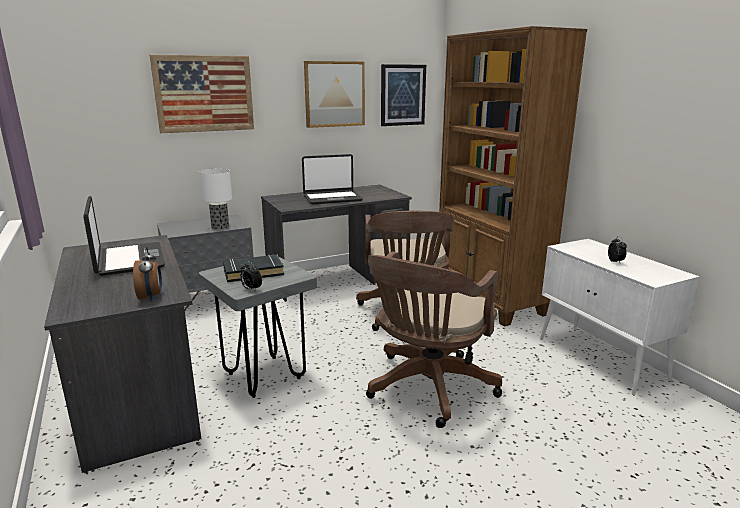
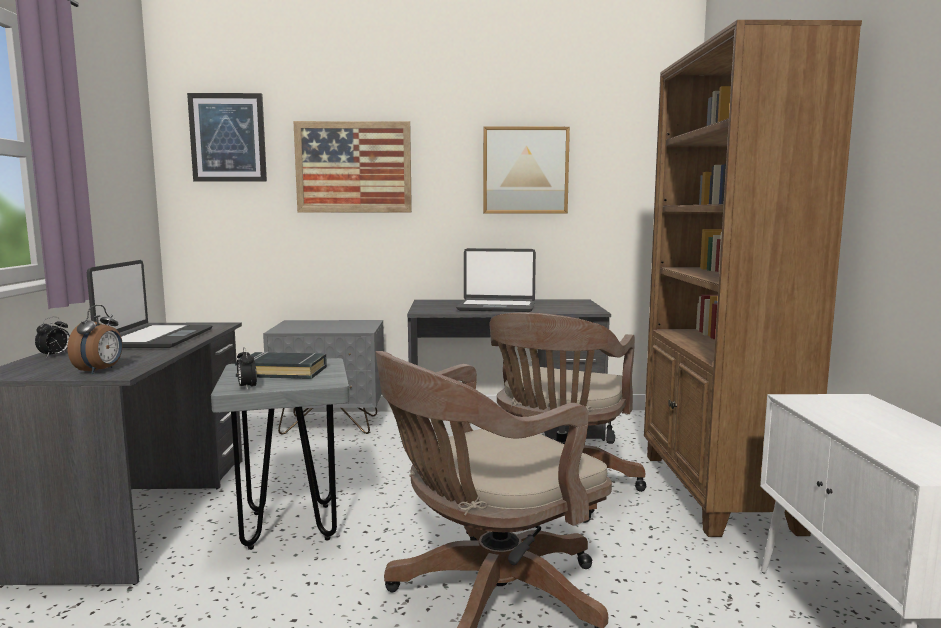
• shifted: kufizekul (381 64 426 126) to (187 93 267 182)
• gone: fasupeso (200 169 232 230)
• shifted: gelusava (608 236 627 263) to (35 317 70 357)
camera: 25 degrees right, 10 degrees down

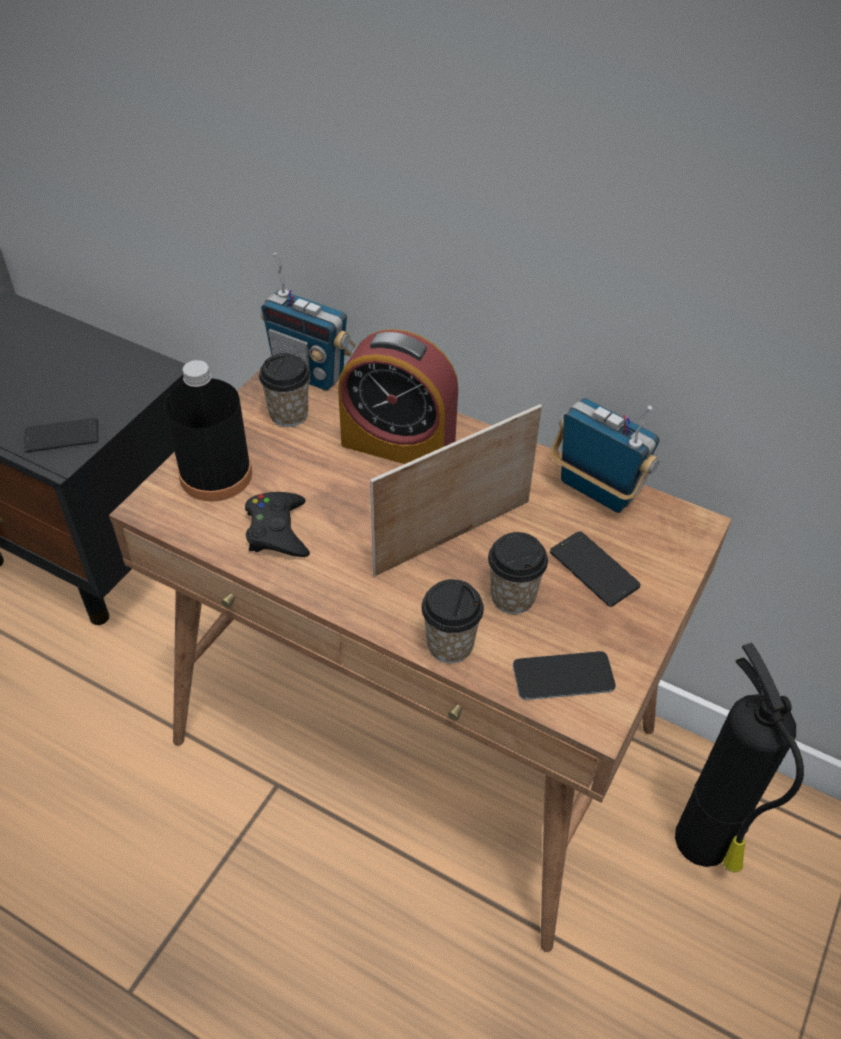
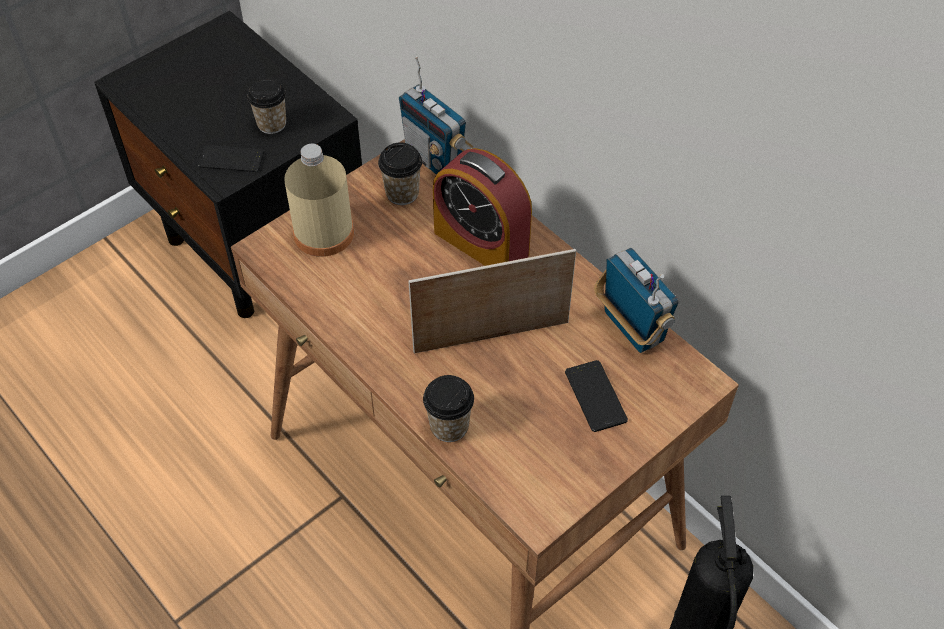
• repainted: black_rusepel (165 360 252 502) to beige_rusepel (284 144 354 257)
• gone: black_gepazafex (245 492 310 557)
• shifted: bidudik (488 532 548 614) to (247 78 286 134)
• gone: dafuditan (513 651 616 700)
camera: 20 degrees right, 5 degrees up

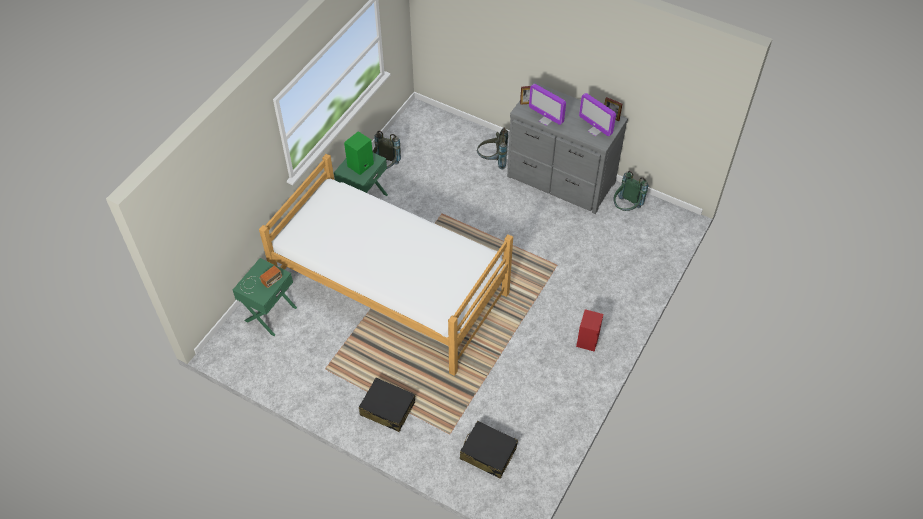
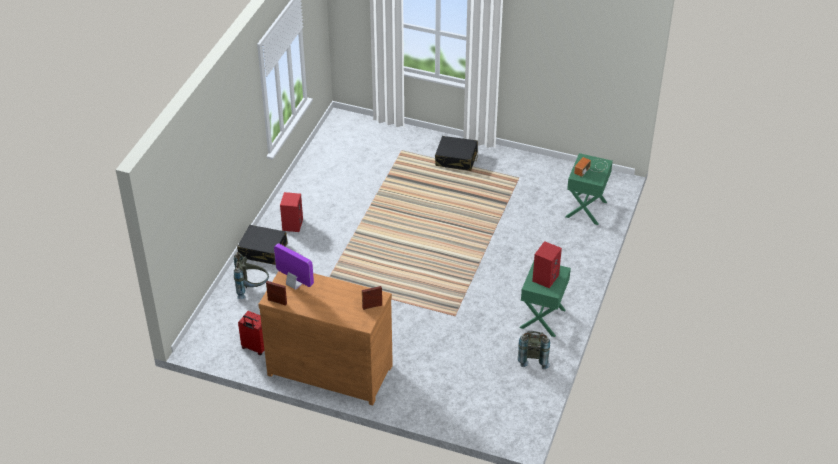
• repainted: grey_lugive (507 82 628 214) to brown_lugive (258 271 393 405)
• gone: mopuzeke (529 84 566 126)
• shifted: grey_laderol (477 128 508 170) to (234 252 269 299)
• repainted: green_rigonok (344 131 374 175) to red_rigonok (532 241 562 288)
• gone: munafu (259 154 513 376)
• swapped: green_laderol (613 171 648 211) to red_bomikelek (238 311 264 355)
• shifted: black_bomikelek (460 421 518 479) to (237 225 288 265)
camera: 170 degrees right, 10 degrees down

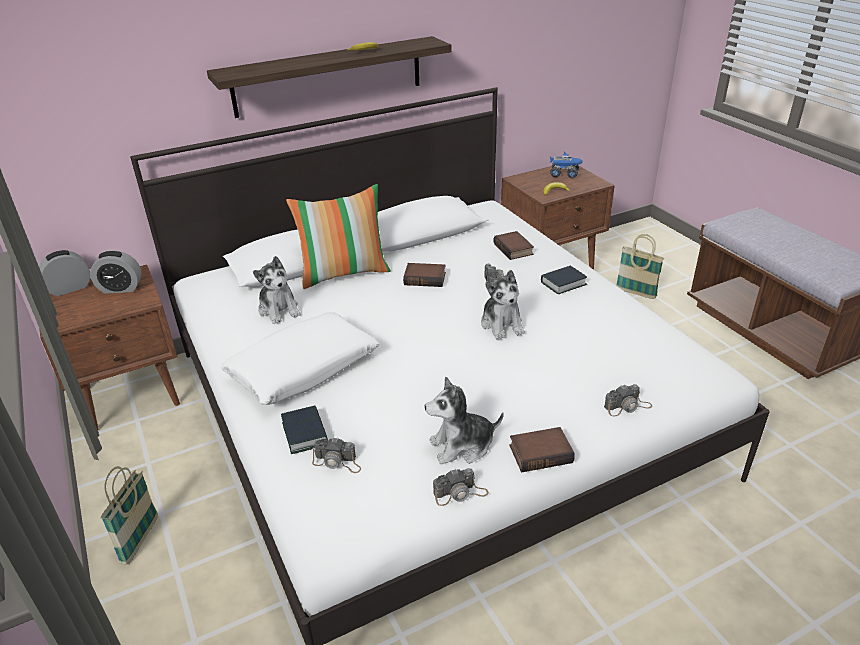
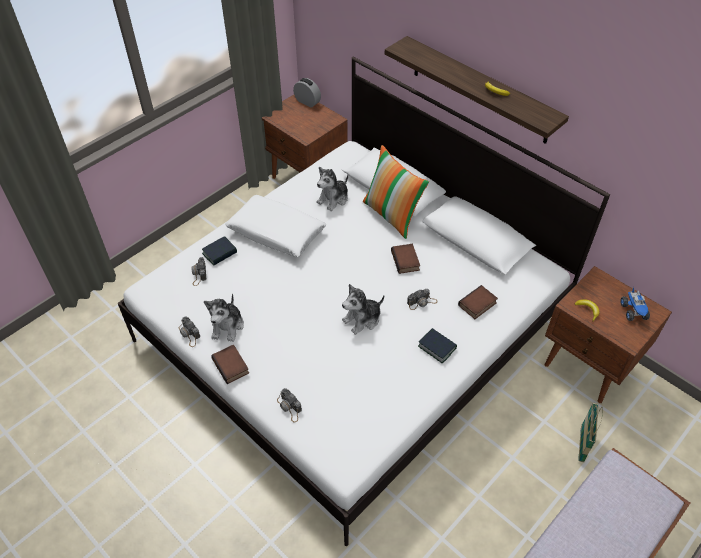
• gone: gelusava (90 251 142 294)
• rotated: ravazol (425 376 504 464) = (204 294 244 342) 135 degrees counterclockwise
• gone: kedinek (101 466 158 565)
camera: 70 degrees right, 15 degrees up

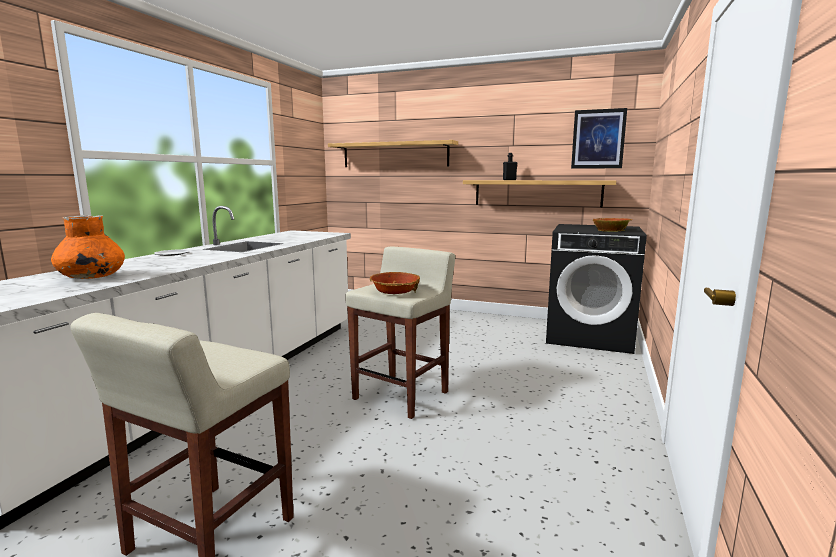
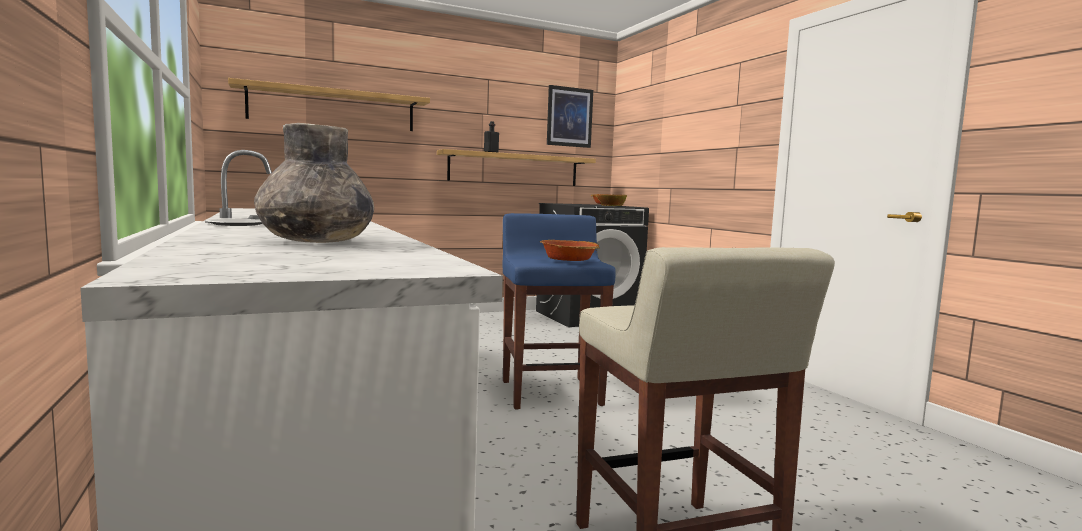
• repainted: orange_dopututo (51 215 125 279) to grey_dopututo (254 123 374 243)
• repainted: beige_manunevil (345 246 455 419) to blue_manunevil (502 213 616 410)
camera: 45 degrees left, 5 degrees down

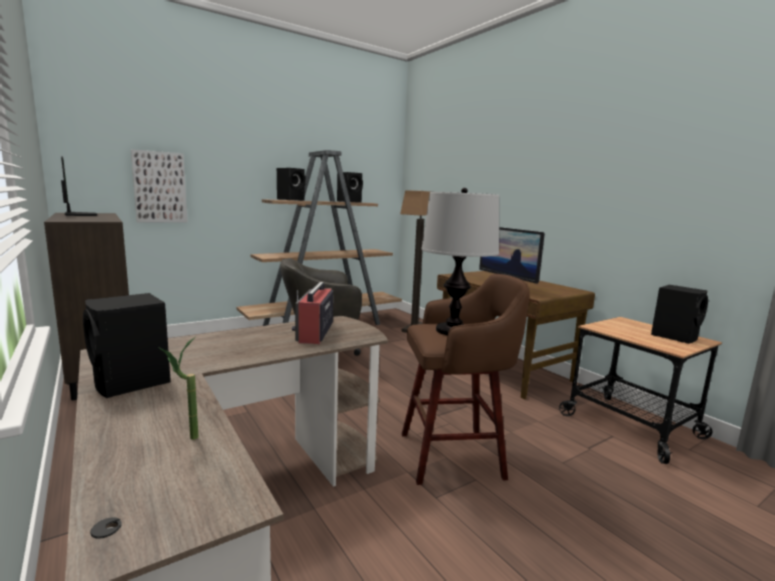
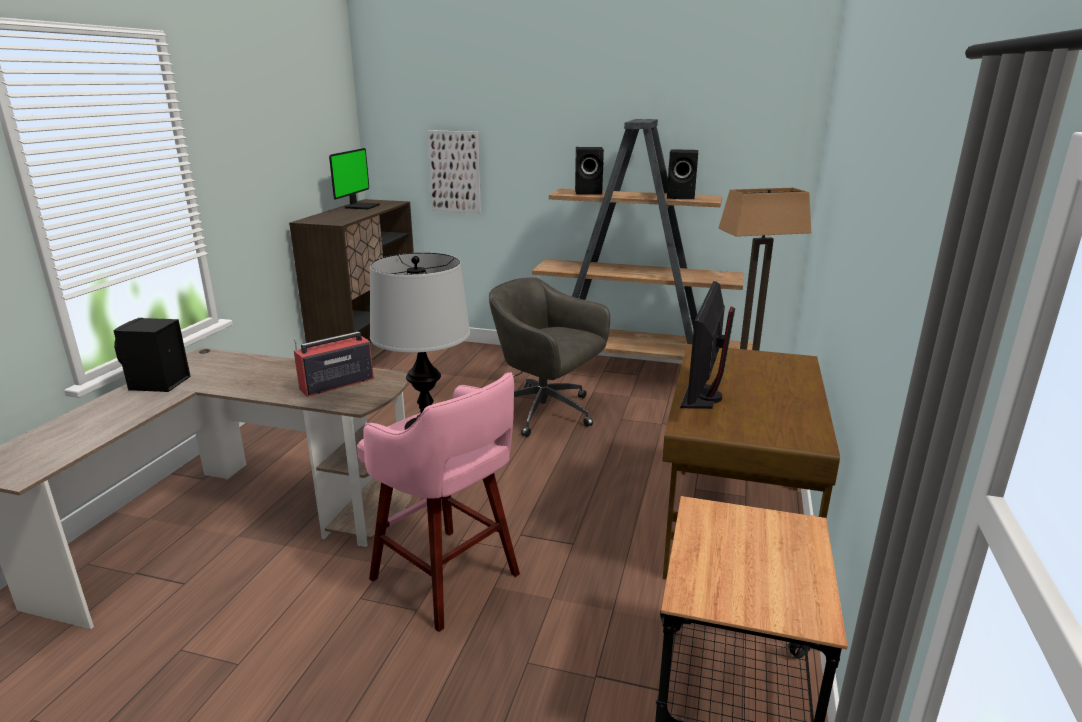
• repainted: brown_manunevil (402 274 530 485) to pink_manunevil (357 372 520 632)
• gone: black_rigonok (651 285 708 344)
• gone: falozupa (158 337 198 440)
camera: 50 degrees right, 10 degrees up

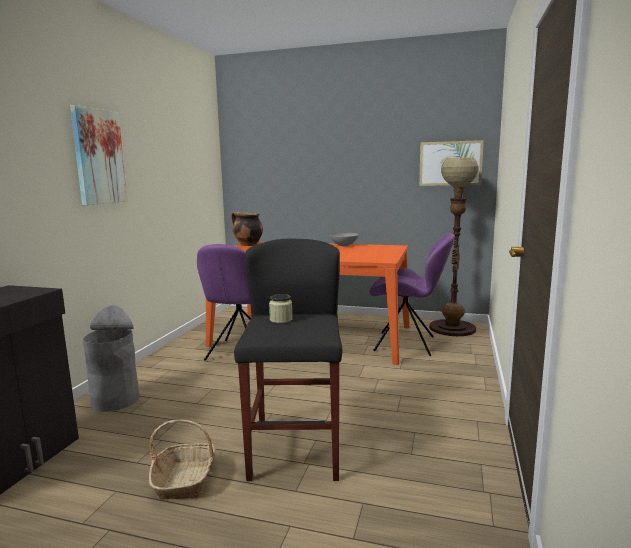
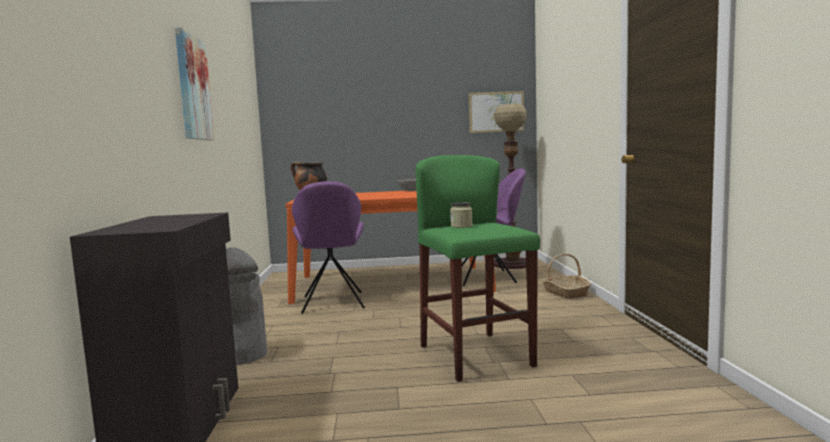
• repainted: black_manunevil (234 239 342 481) to green_manunevil (416 155 540 382)
• shifted: kedinek (149 420 216 500) to (542 254 591 299)
camera: 20 degrees left, 5 degrees down

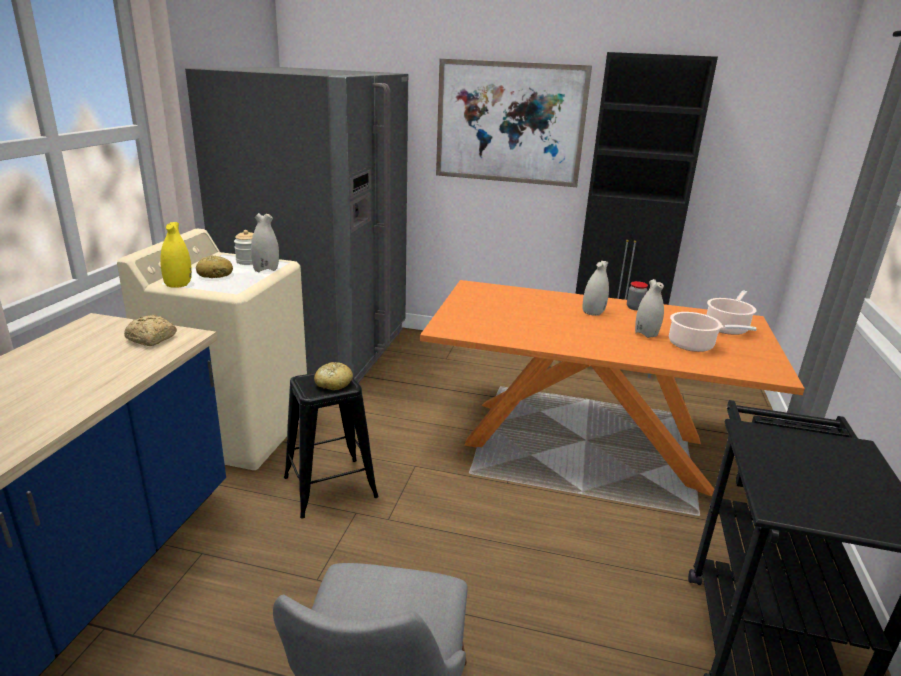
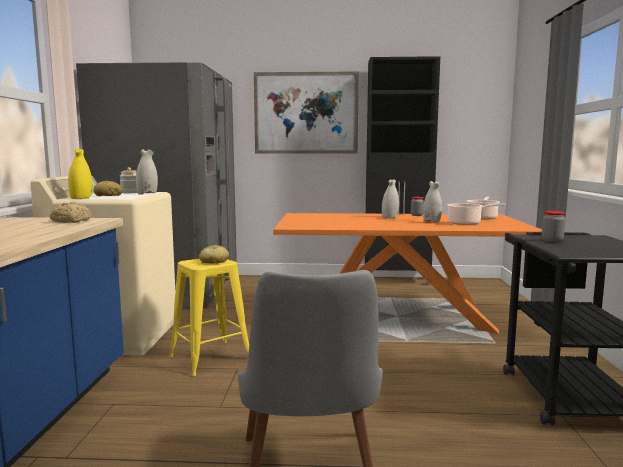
• repainted: black_manunevil (284 373 379 518) to yellow_manunevil (169 259 249 376)
• new: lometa (542 211 565 242)
camera: 10 degrees left, 15 degrees down

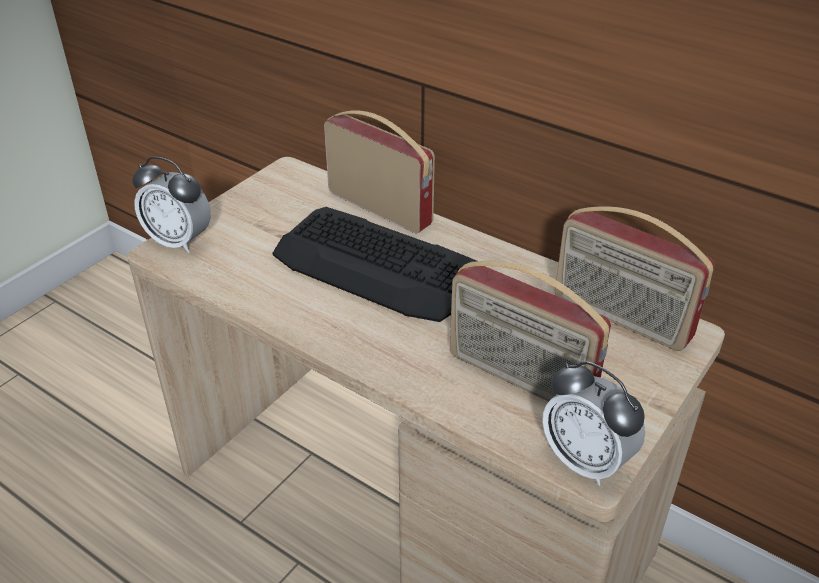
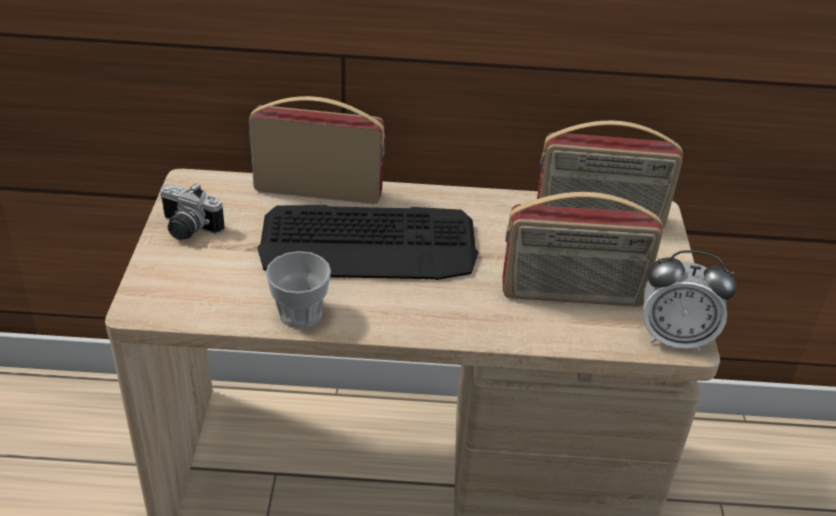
• gone: gelusava (132 157 211 253)
• new: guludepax (160 183 225 240)
• new: bidudik (266 251 331 328)
camera: 35 degrees left, 0 degrees up

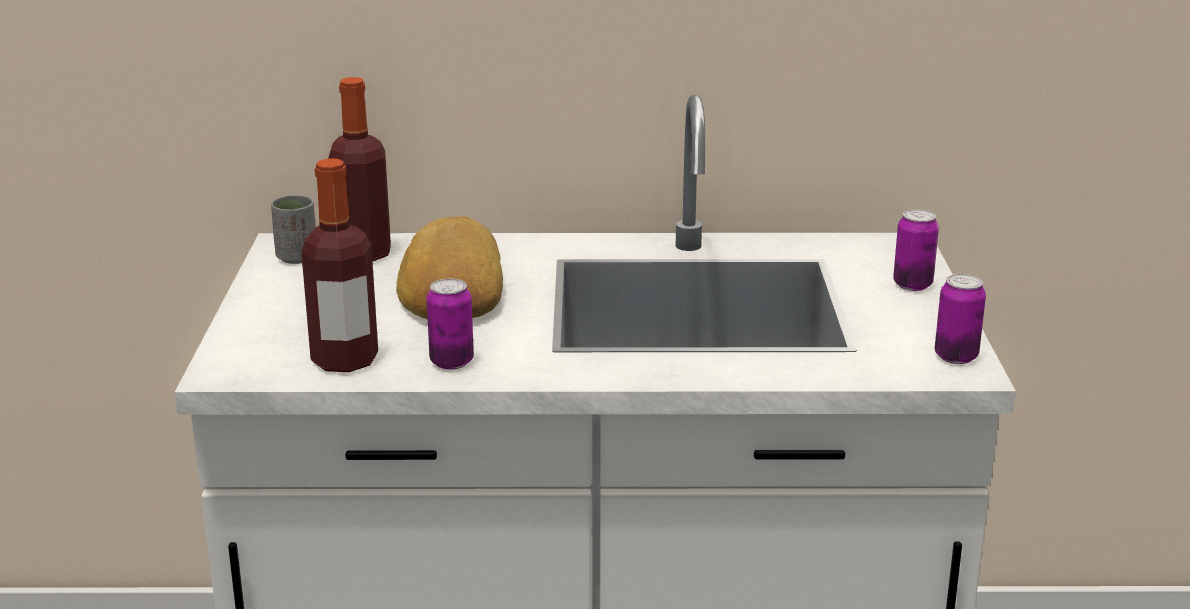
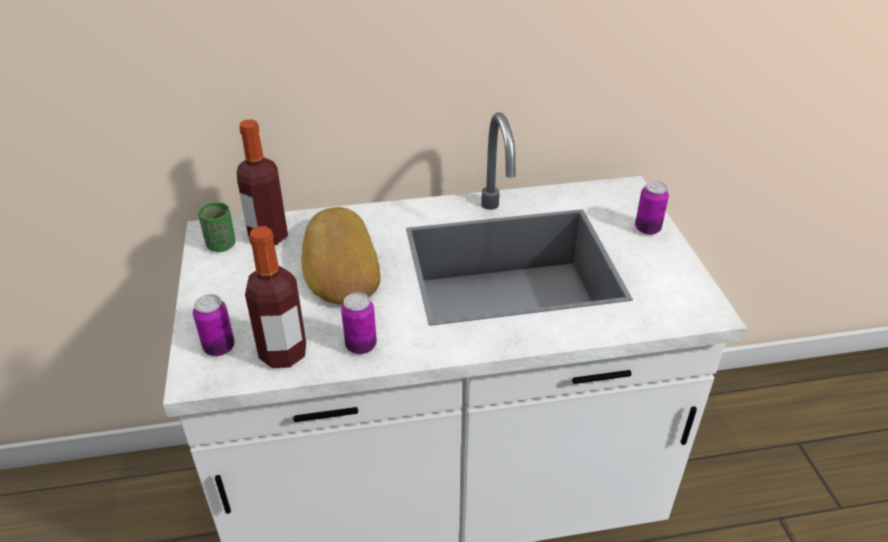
• repainted: grey_bidudik (271 195 316 264) to green_bidudik (198 202 236 252)
• shifted: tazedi (935 274 986 364) to (193 294 235 356)
camera: 10 degrees left, 15 degrees up

